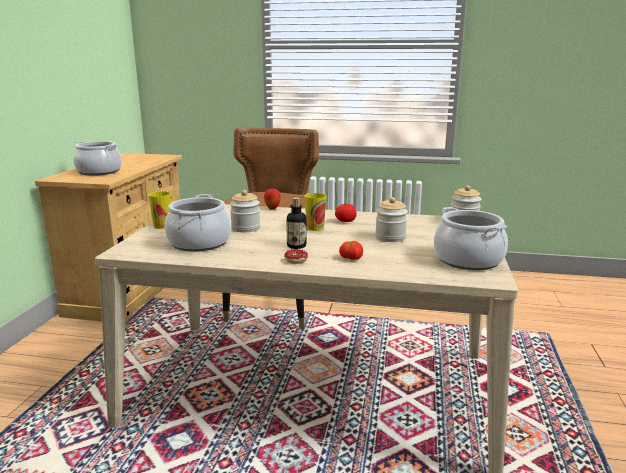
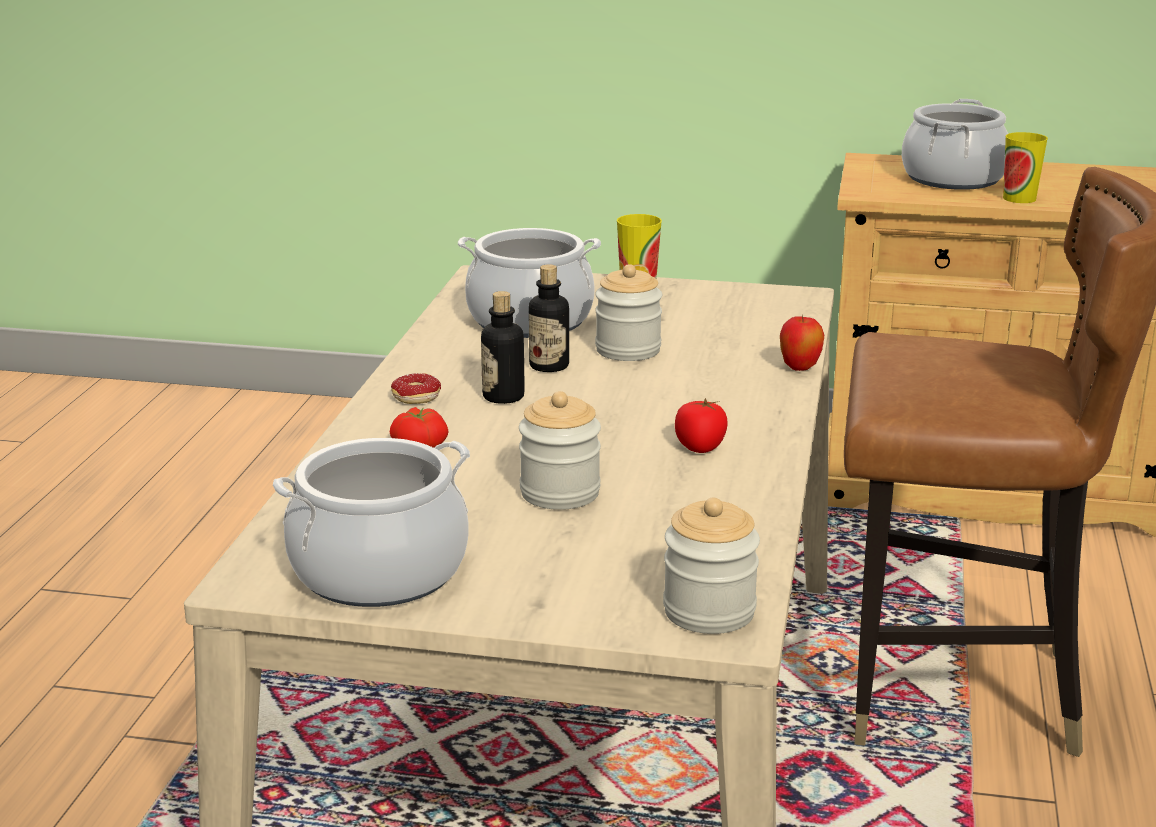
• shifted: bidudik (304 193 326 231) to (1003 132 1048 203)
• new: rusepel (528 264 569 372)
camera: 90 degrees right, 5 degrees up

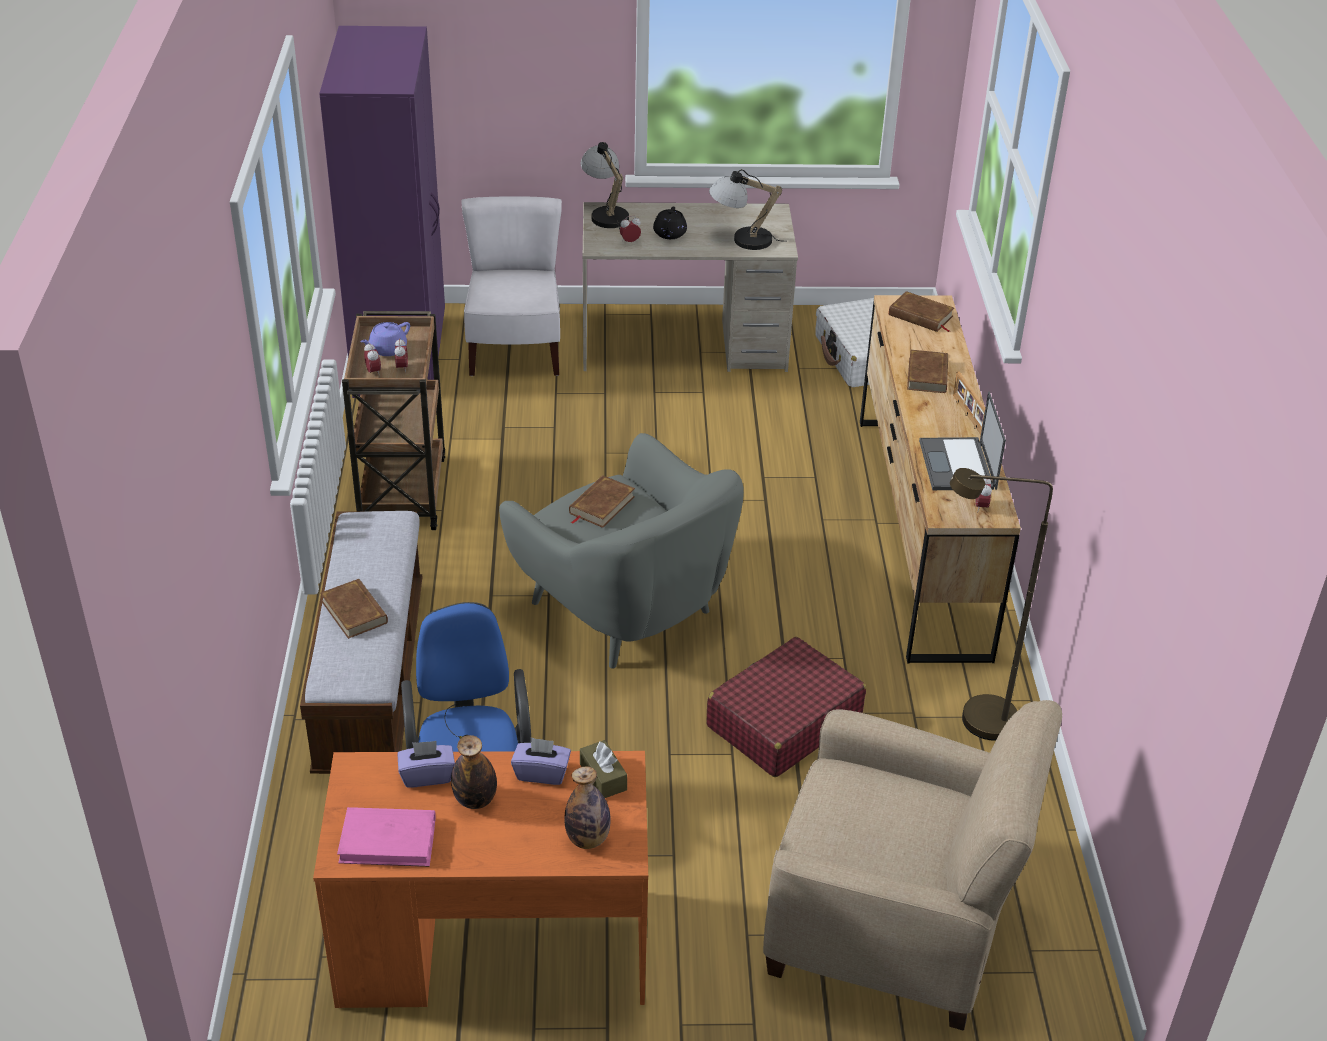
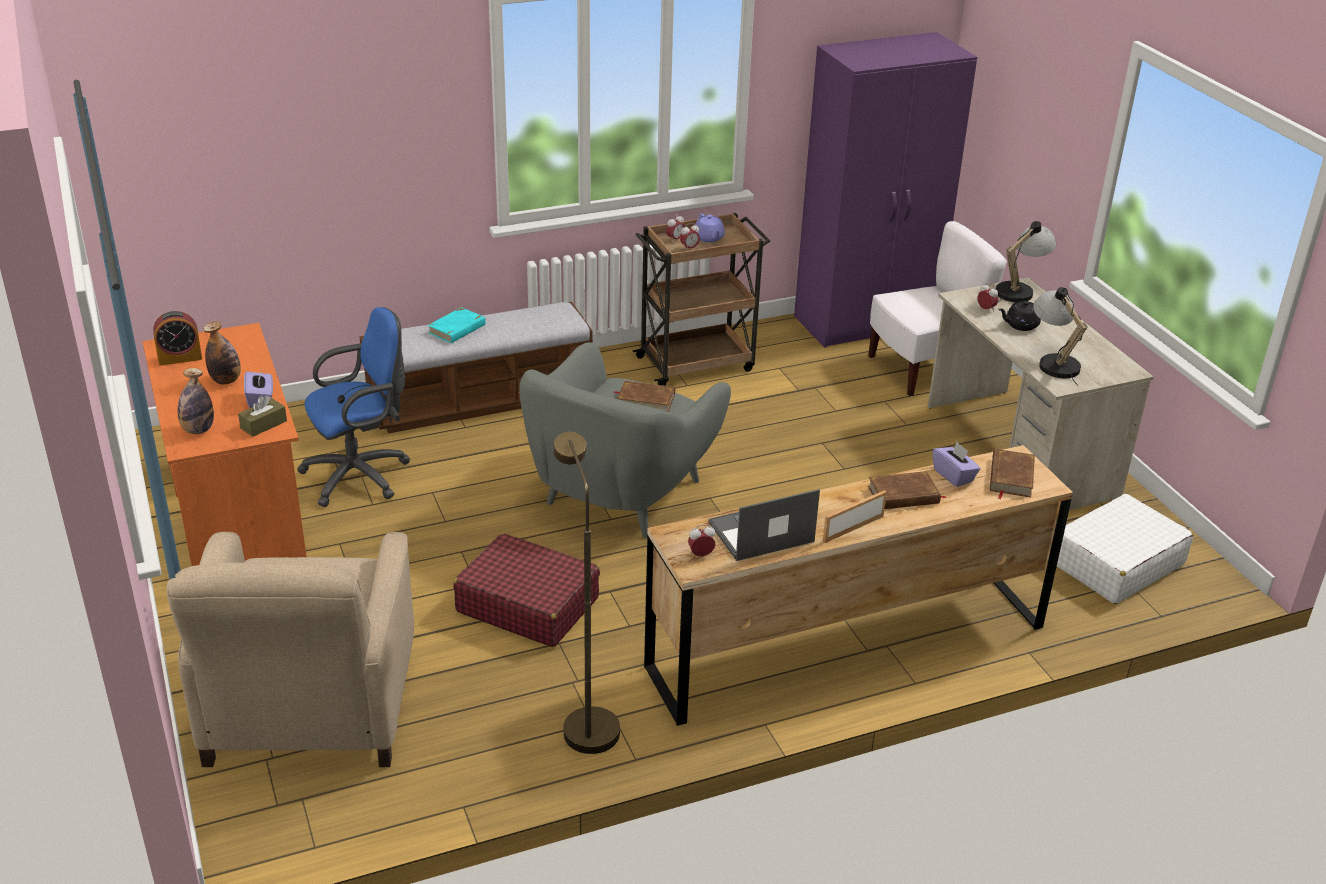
• rotated: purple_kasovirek (360 322 410 356) = (695 214 725 242) 135 degrees counterclockwise
• repainted: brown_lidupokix (320 579 388 639) to turquoise_lidupokix (427 307 486 343)
• shifted: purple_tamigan (397 741 455 788) to (932 442 980 487)
• swapped: pink_lidupokix (337 807 436 867) to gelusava (153 311 202 366)
camera: 70 degrees right, 5 degrees down

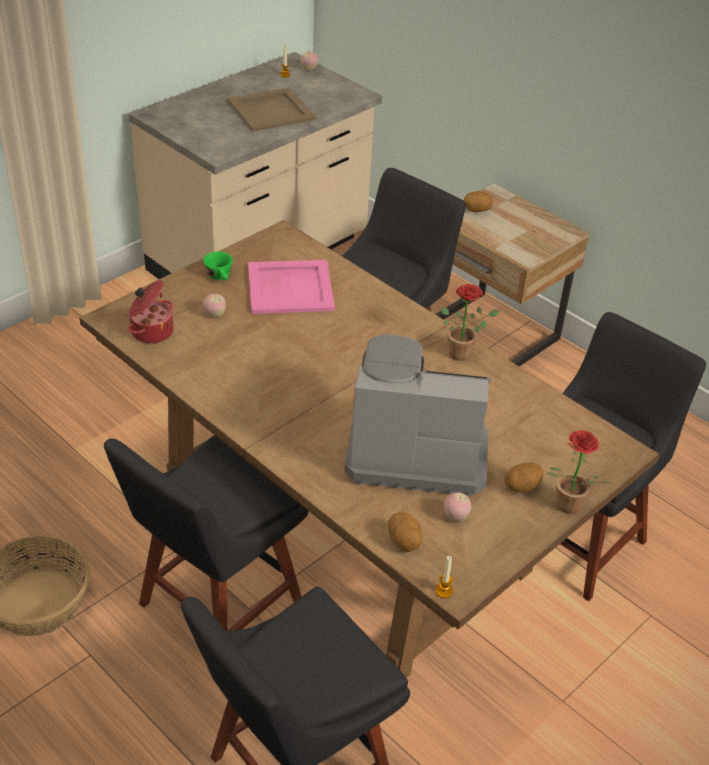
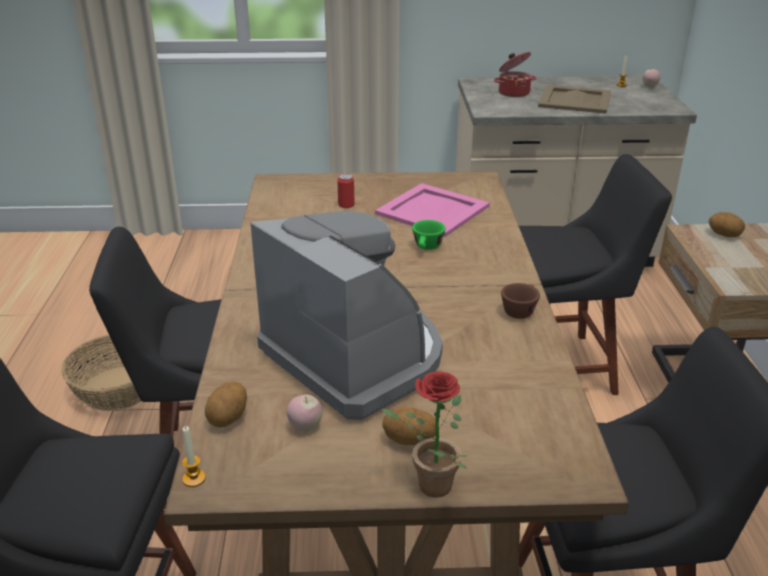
• shifted: green_bidudik (203 252 233 280) to (412 220 446 250)
• shifted: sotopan (128 280 173 343) to (494 52 536 97)
• swapped: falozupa (441 284 500 361) to brown_bidudik (501 283 540 319)
• swapped: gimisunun (203 294 226 318) to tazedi (337 173 355 208)
camera: 45 degrees right, 10 degrees down

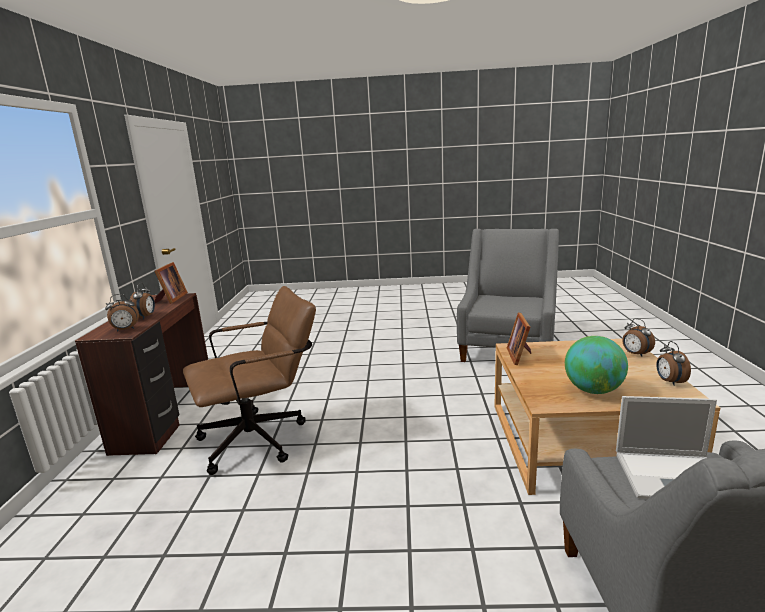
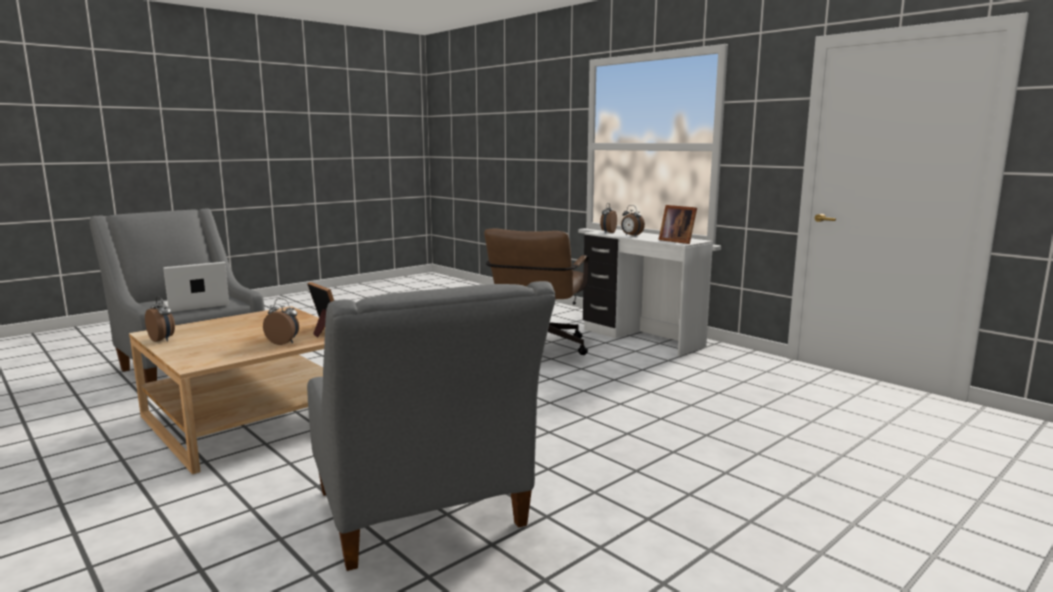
• repainted: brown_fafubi (75 293 208 456) to white_fafubi (583 229 713 357)
• shifted: gelusava (622 318 655 357) to (263 298 299 345)
• gone: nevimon (565 336 628 394)
camera: 135 degrees right, 5 degrees down

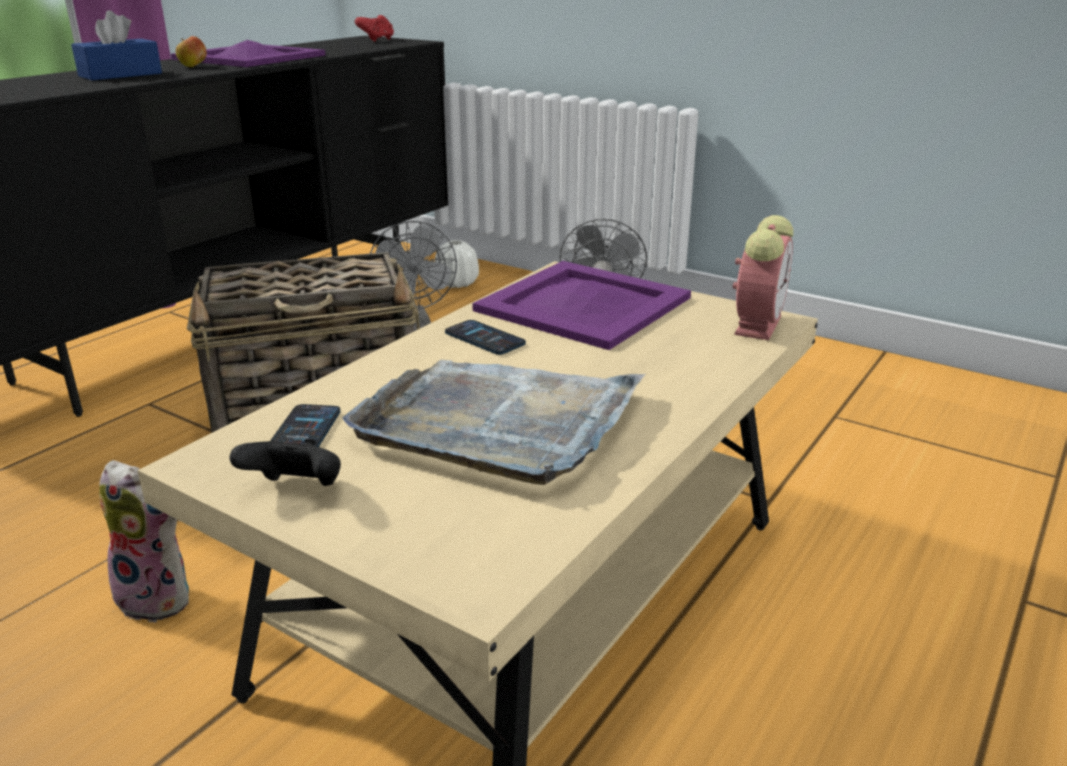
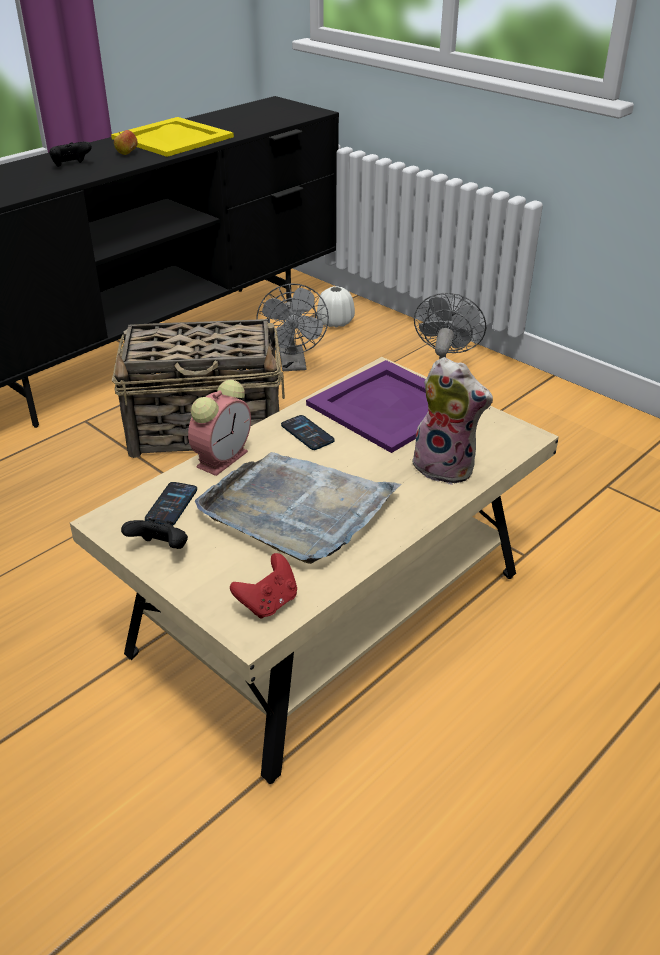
• swapped: blue_tamigan (71 10 162 80) to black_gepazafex (49 142 92 167)
• shifted: red_gepazafex (355 15 394 42) to (230 553 297 619)
• repainted: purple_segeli (171 40 326 67) to yellow_segeli (111 117 234 157)
• shifted: gelusava (733 215 793 340) to (188 380 251 476)
• shifted: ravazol (99 460 189 623) to (410 357 493 485)
camera: 10 degrees right, 10 degrees up

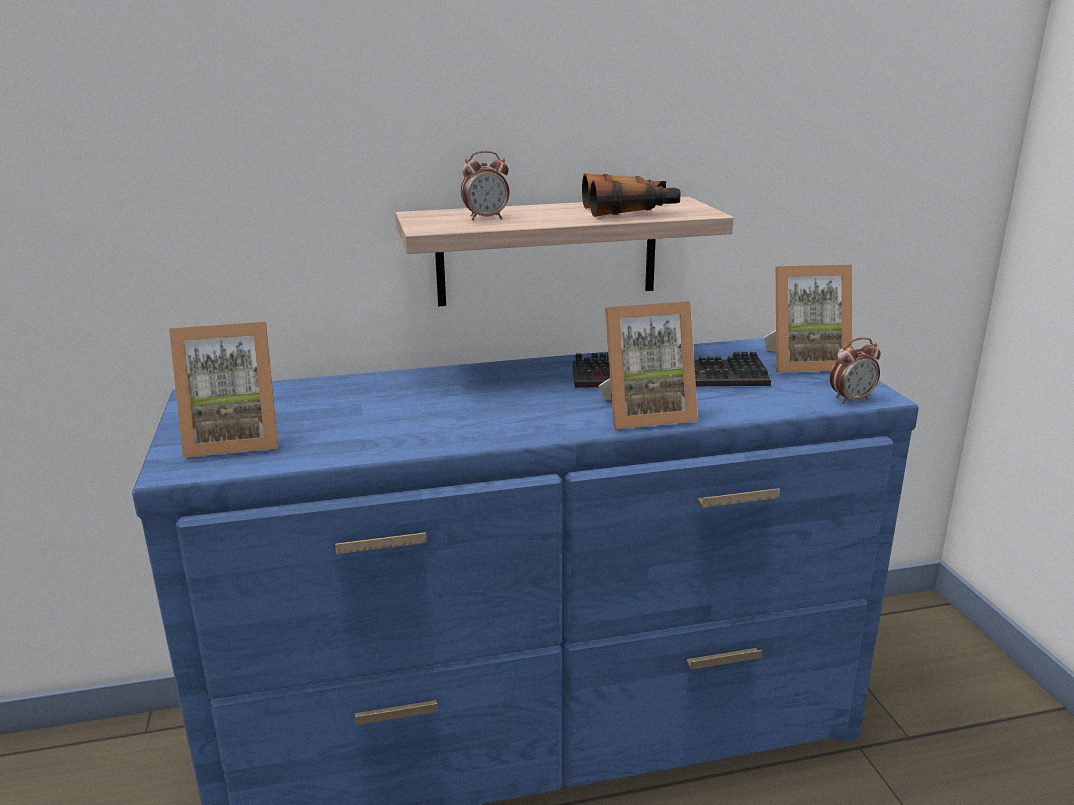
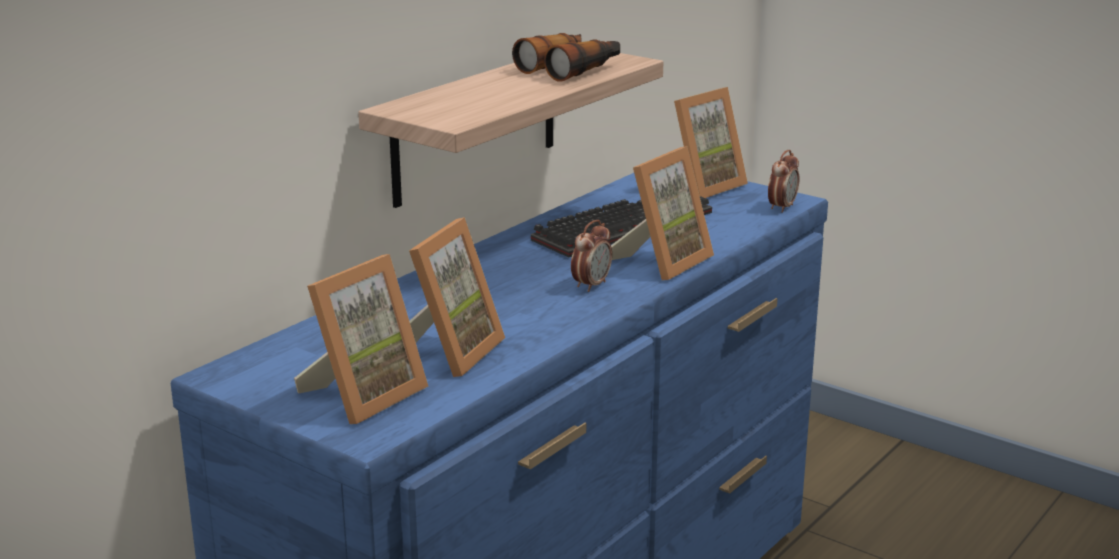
• shifted: gelusava (461 151 509 220) to (571 220 612 292)
• new: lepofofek (409 217 505 377)
camera: 40 degrees left, 0 degrees up

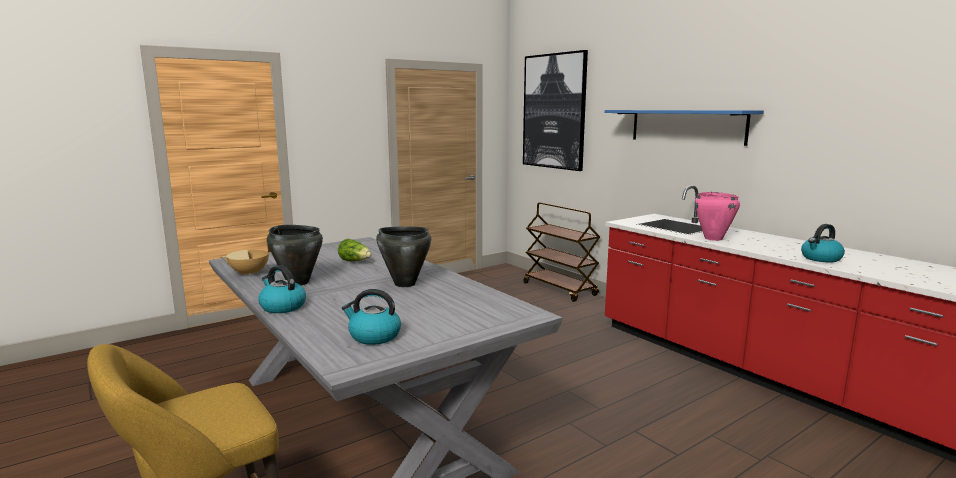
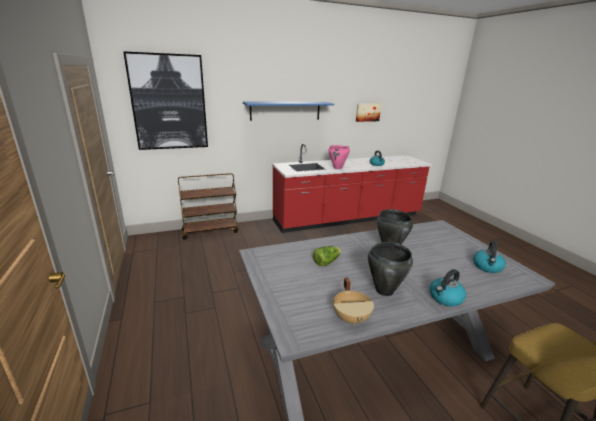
• new: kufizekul (356 104 381 122)
camera: 75 degrees left, 10 degrees up

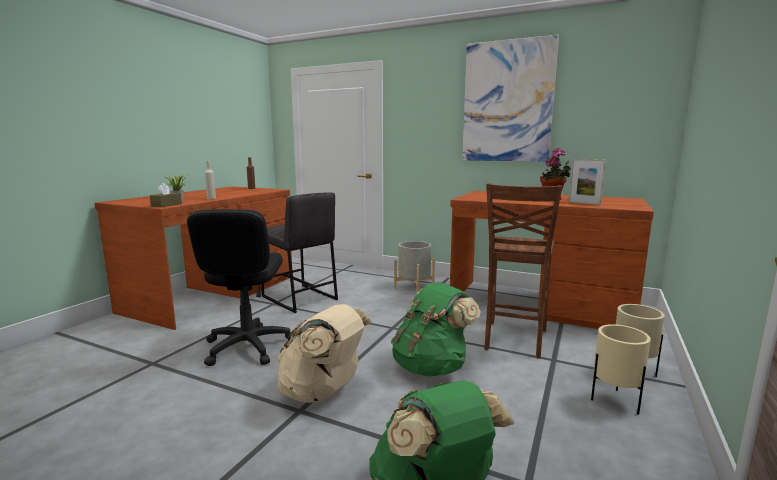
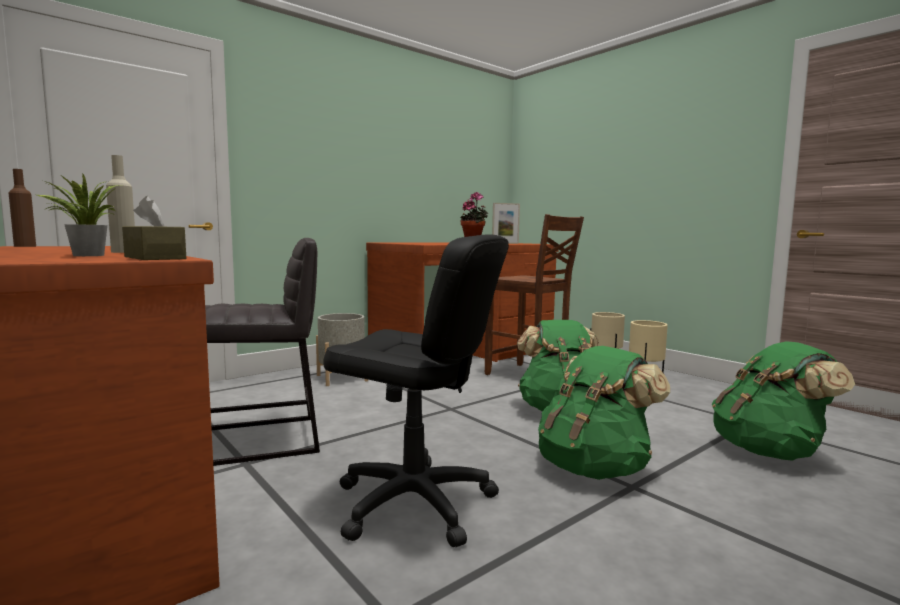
• gone: kufizekul (462 35 559 162)
• repainted: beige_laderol (277 304 371 403) to green_laderol (538 346 670 480)
camera: 65 degrees left, 5 degrees down

